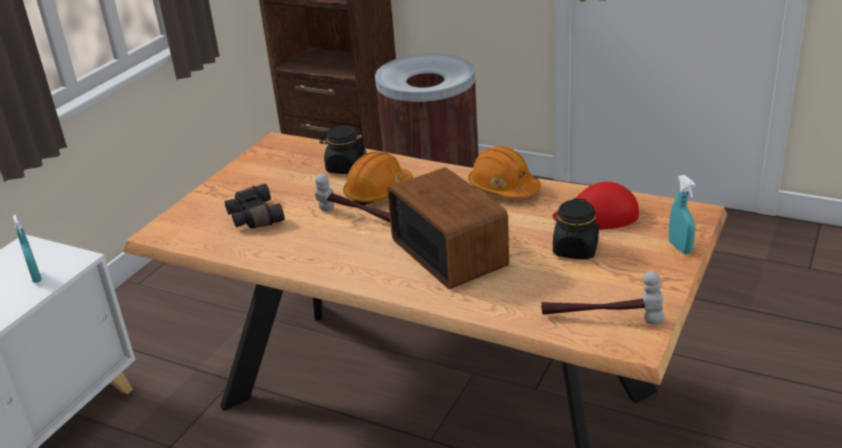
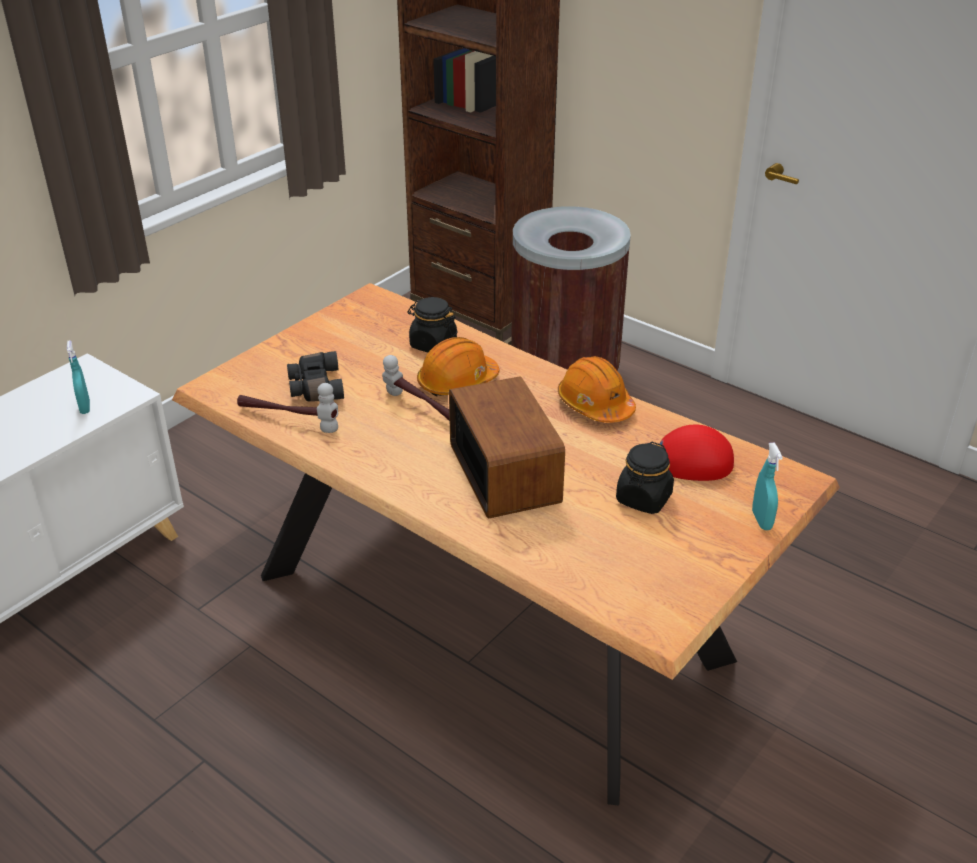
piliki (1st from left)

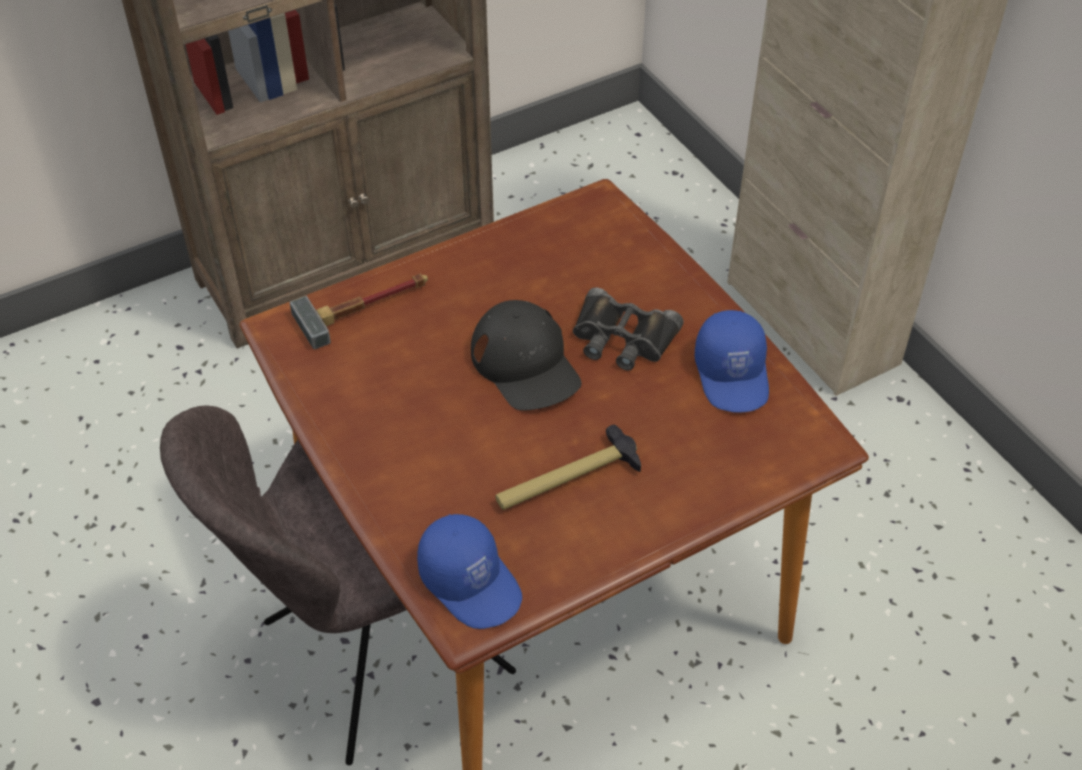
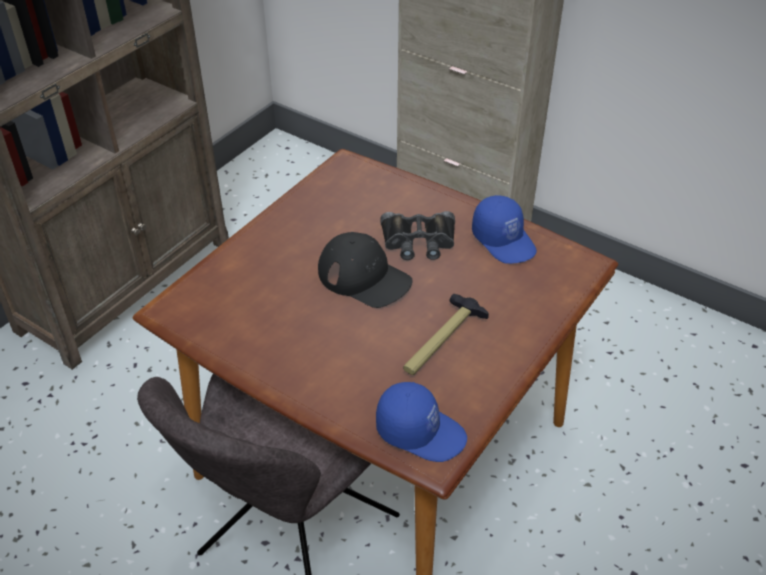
piliki (1st from left in the first image)

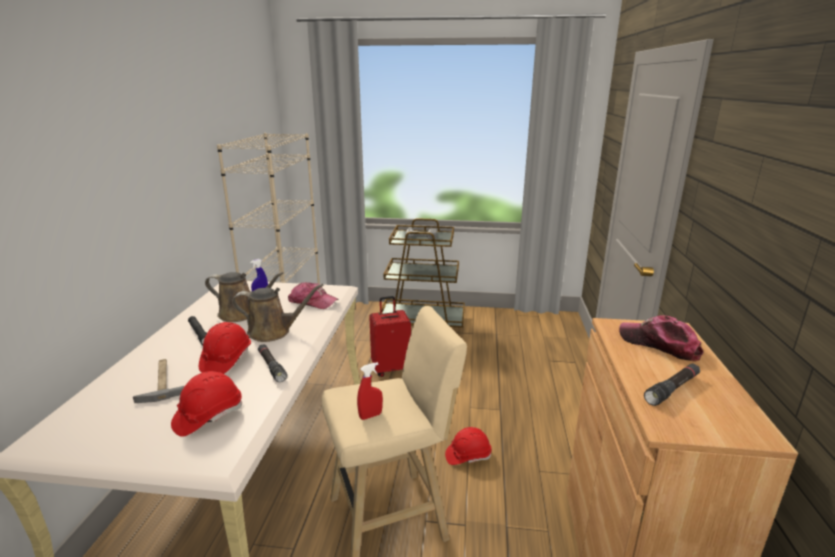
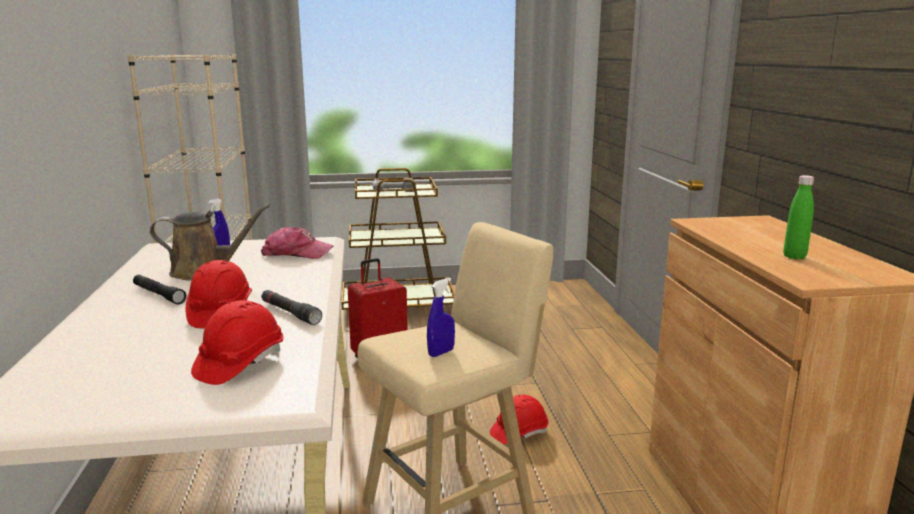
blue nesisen (2nd from left)
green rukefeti
piliki
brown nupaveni (2nd from left in the first image)
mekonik (2nd from left in the first image)

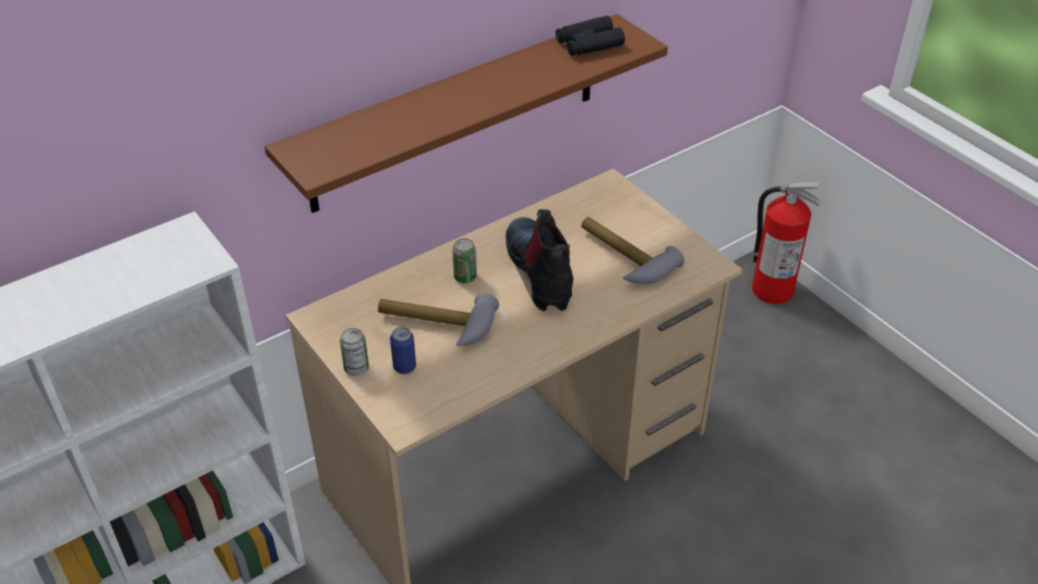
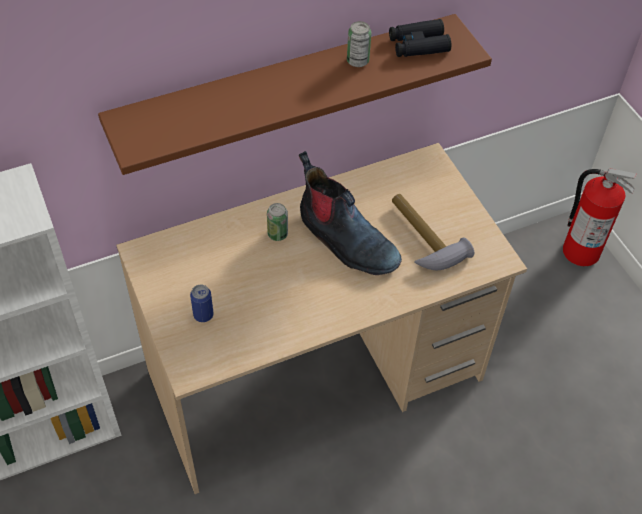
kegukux
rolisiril (3rd from left)
piliki (1st from left in the first image)

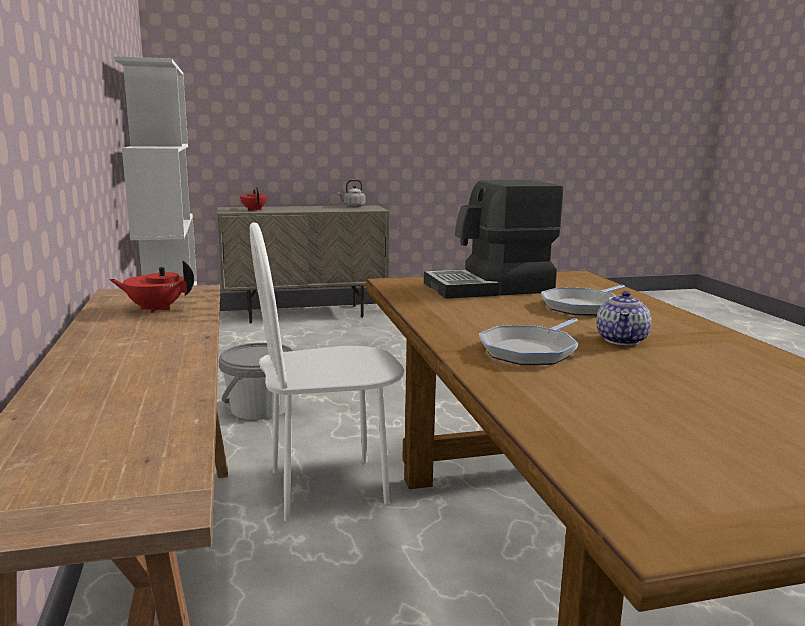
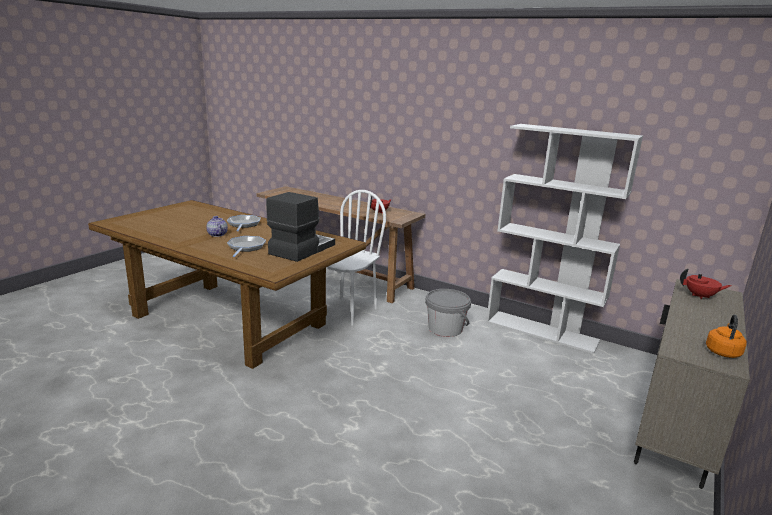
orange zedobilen

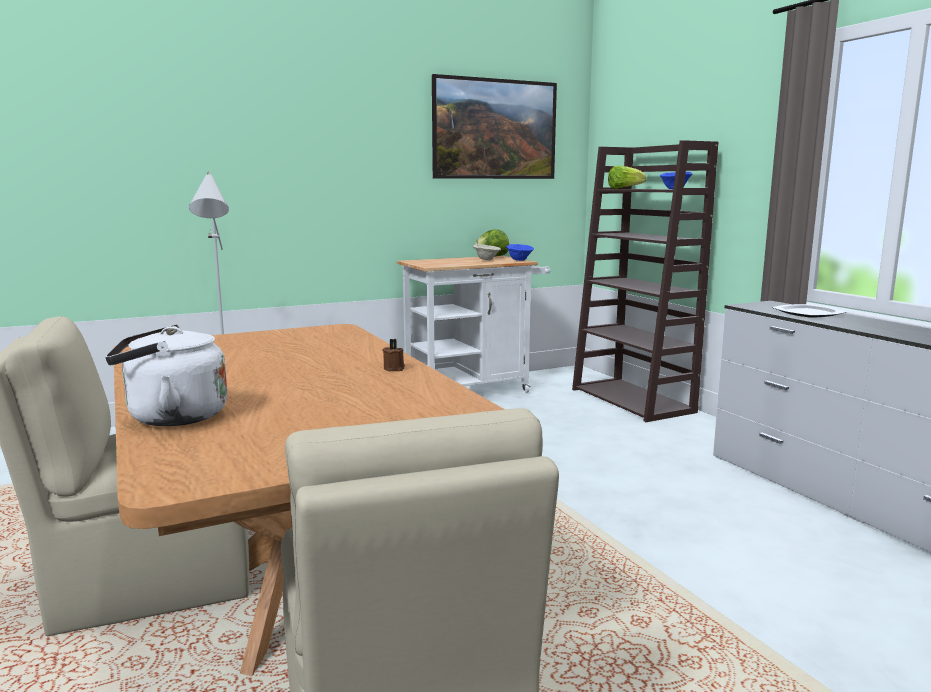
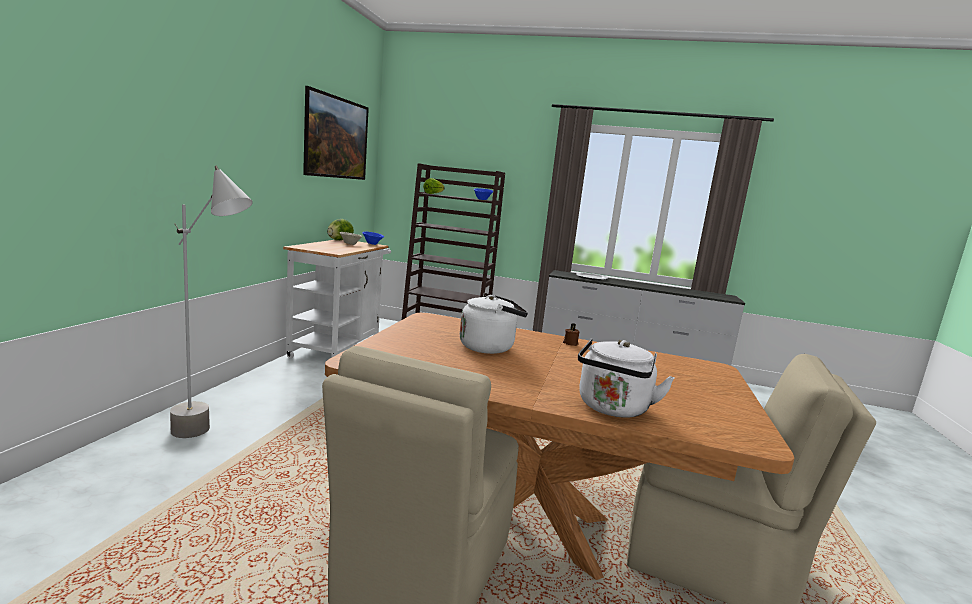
white zedobilen (1st from left)

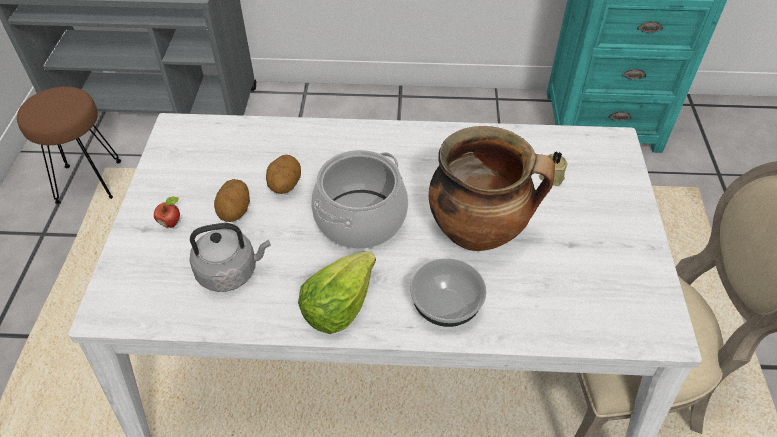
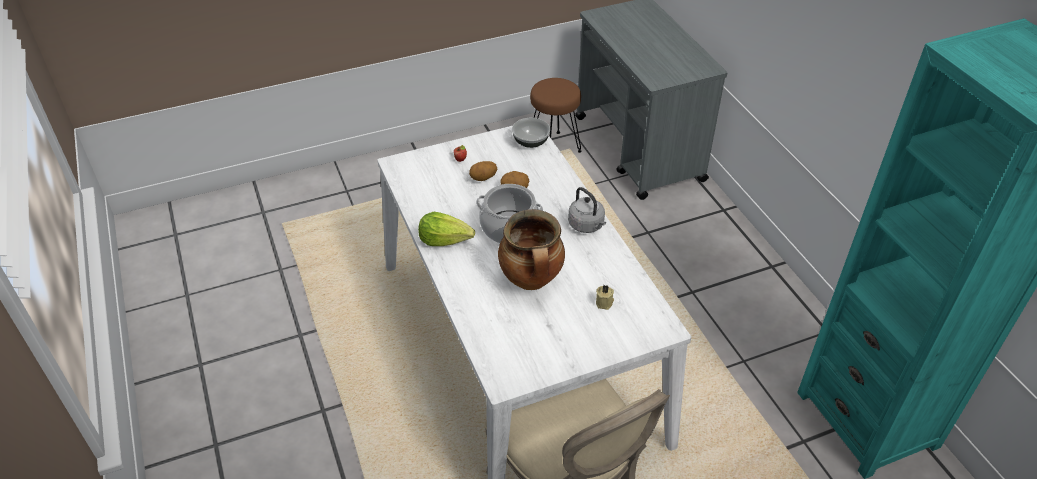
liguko
grey zedobilen

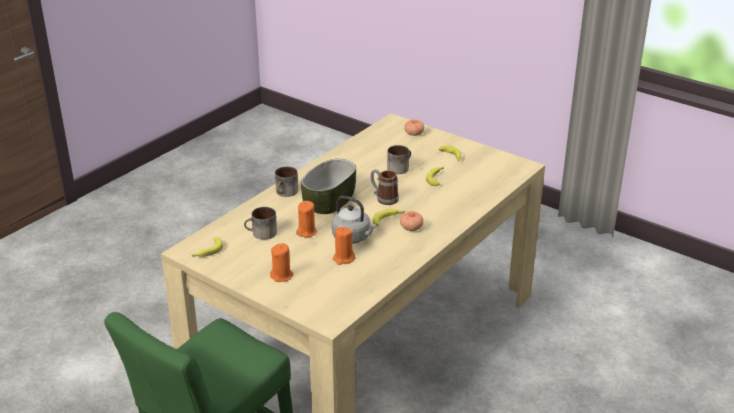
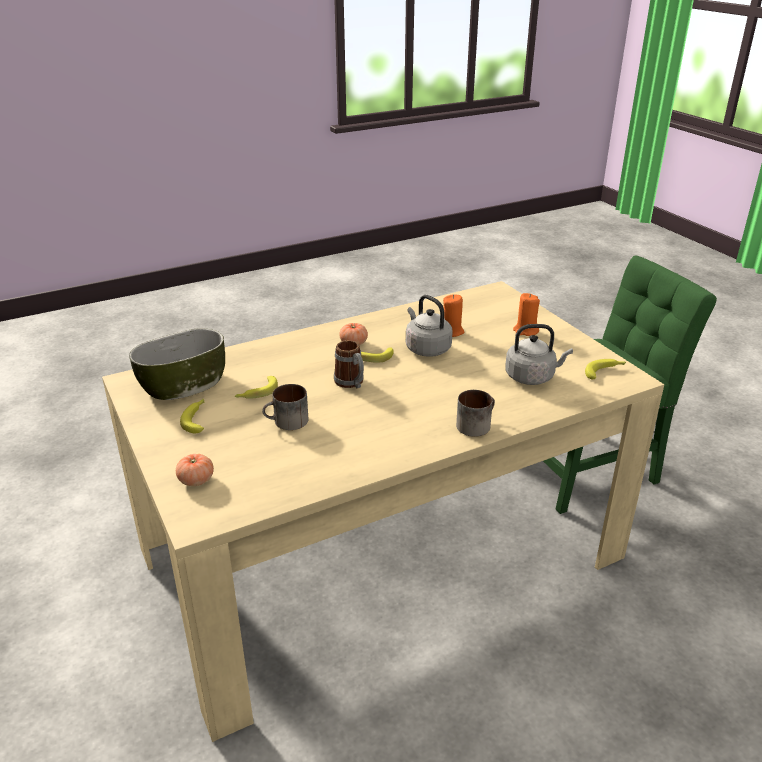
liguko
grey zedobilen (2nd from left)
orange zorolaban (2nd from left in the first image)

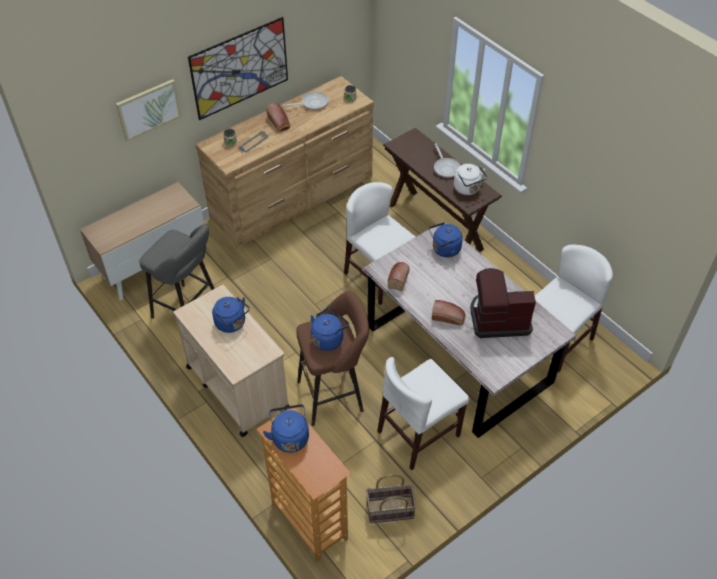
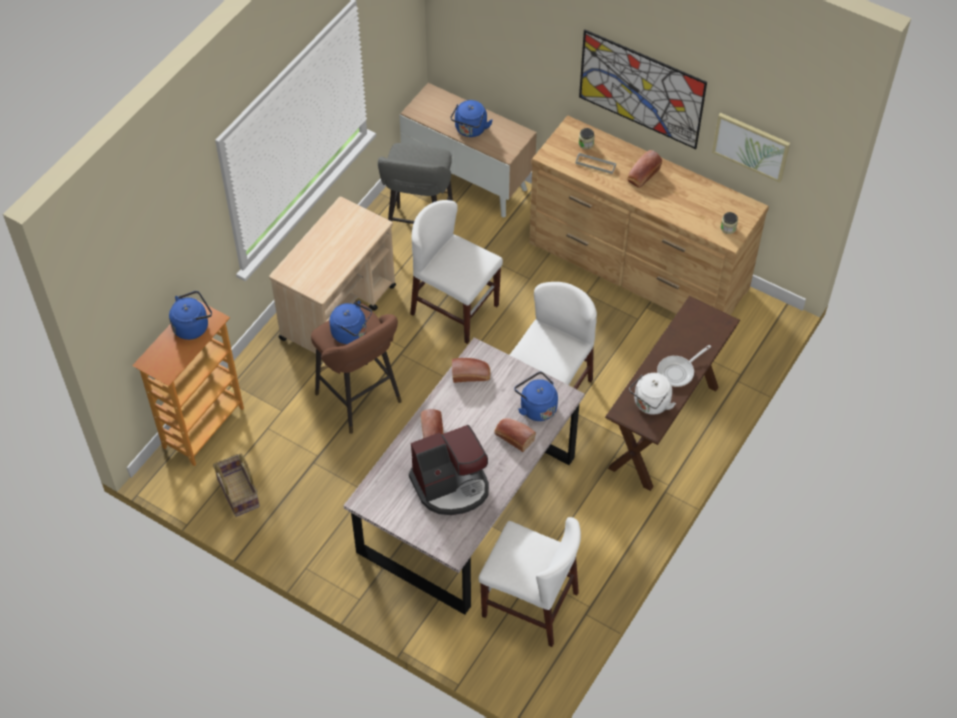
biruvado
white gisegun (1st from left)
blue zedobilen (3rd from left)
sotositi (3rd from left)
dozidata (2nd from left)
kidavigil (1st from left in the first image)

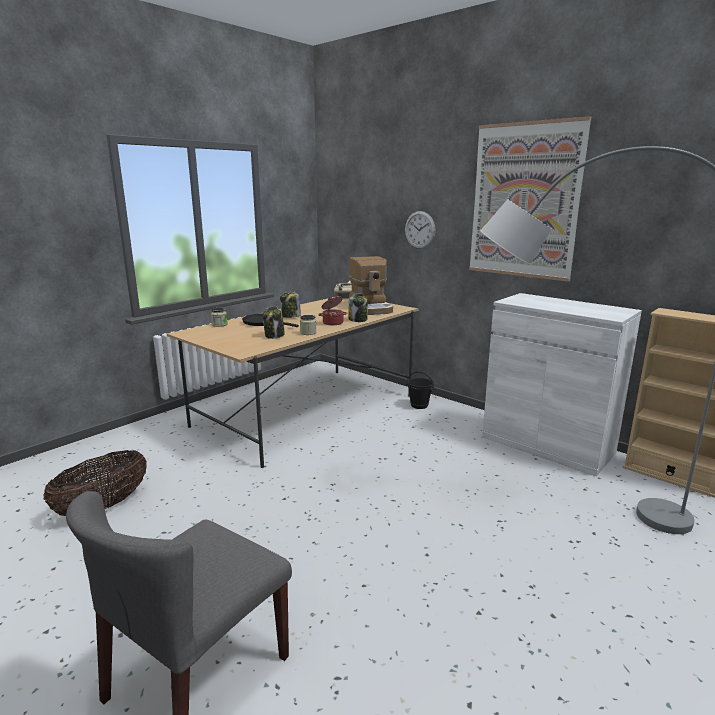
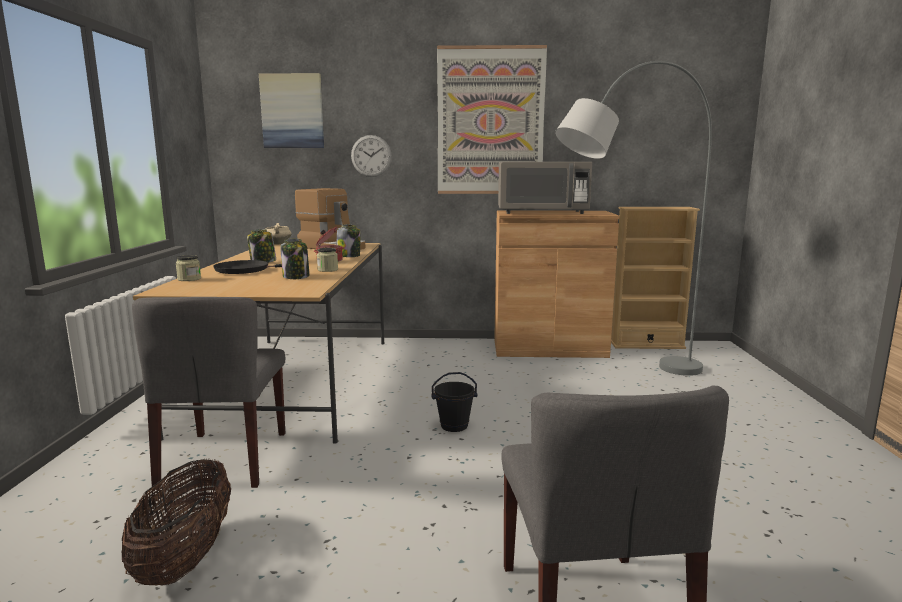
grey gisegun (1st from left)
dozidata (1st from left)
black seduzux
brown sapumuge
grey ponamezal

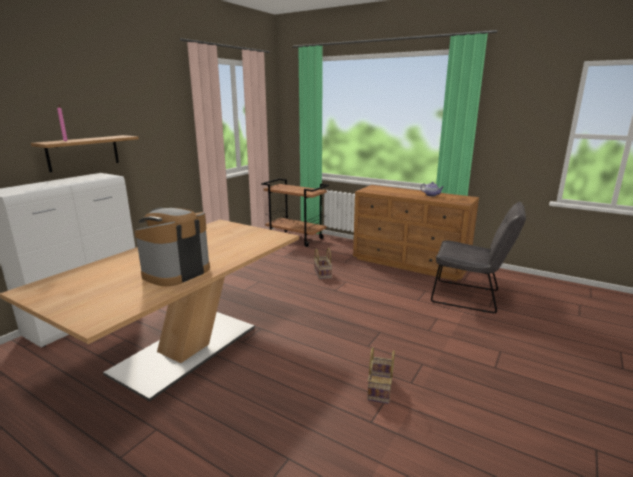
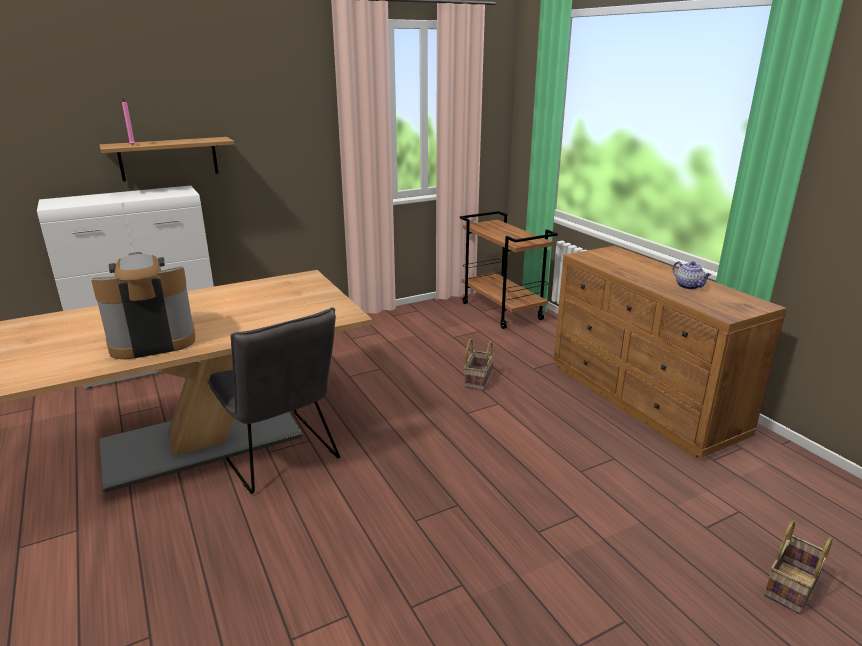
grey gisegun
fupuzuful (2nd from left)

